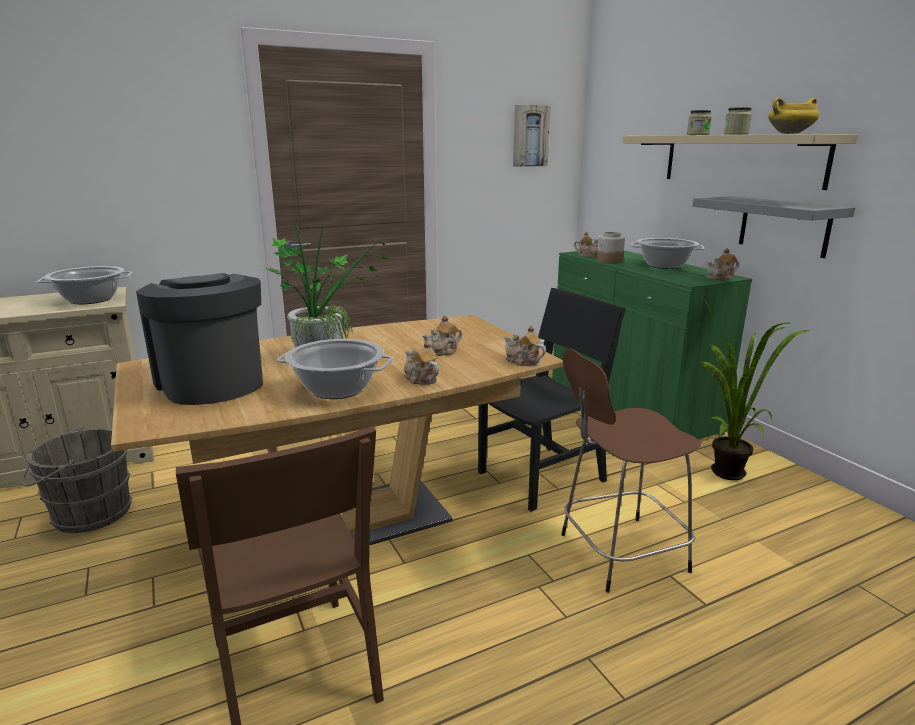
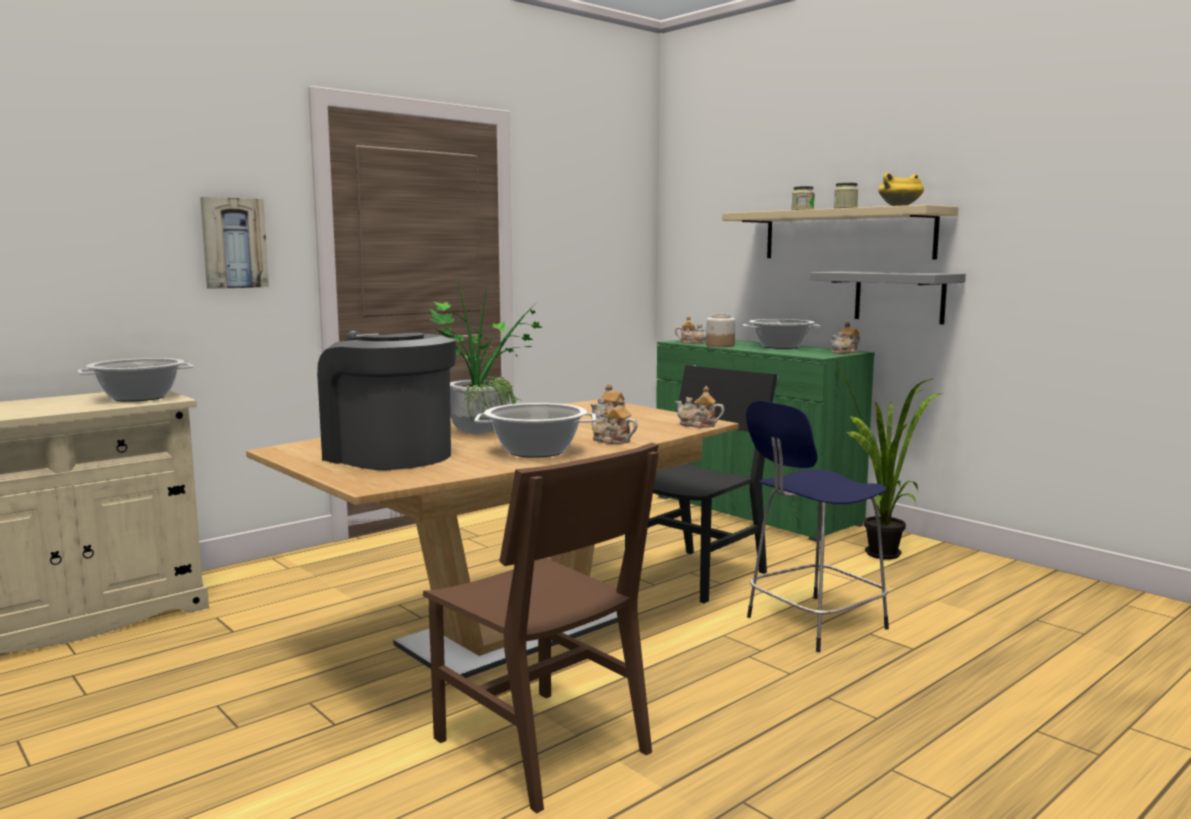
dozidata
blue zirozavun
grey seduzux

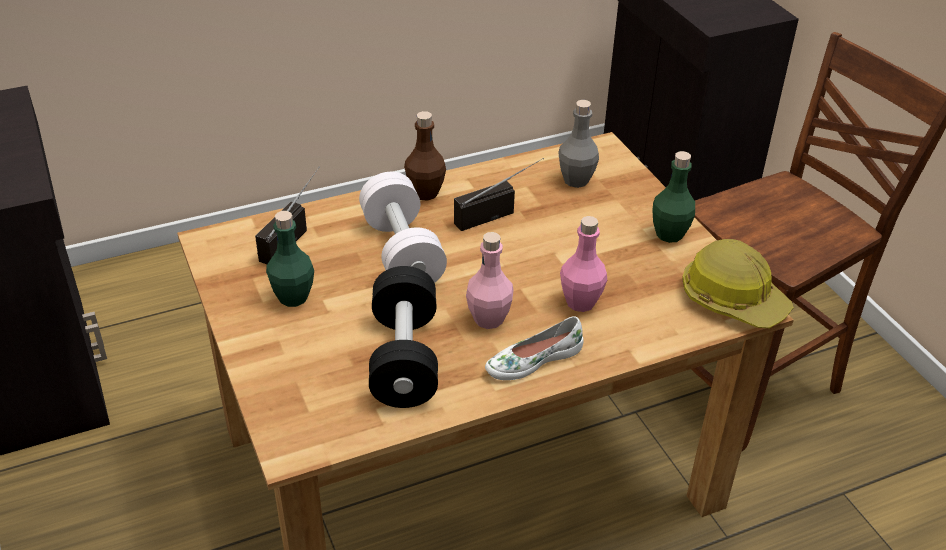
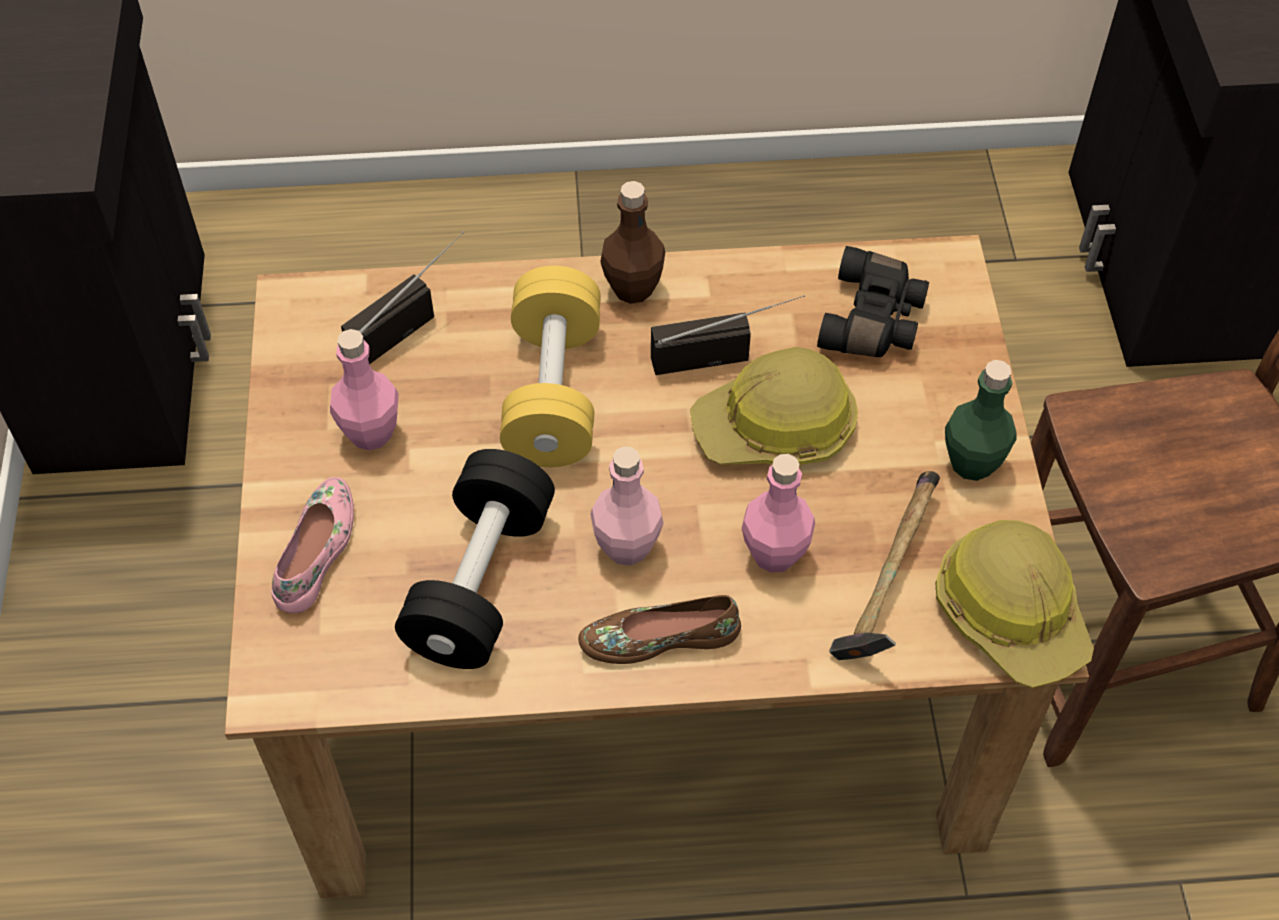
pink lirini
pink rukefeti (1st from left)
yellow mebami
brown lirini
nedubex (1st from left)
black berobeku
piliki

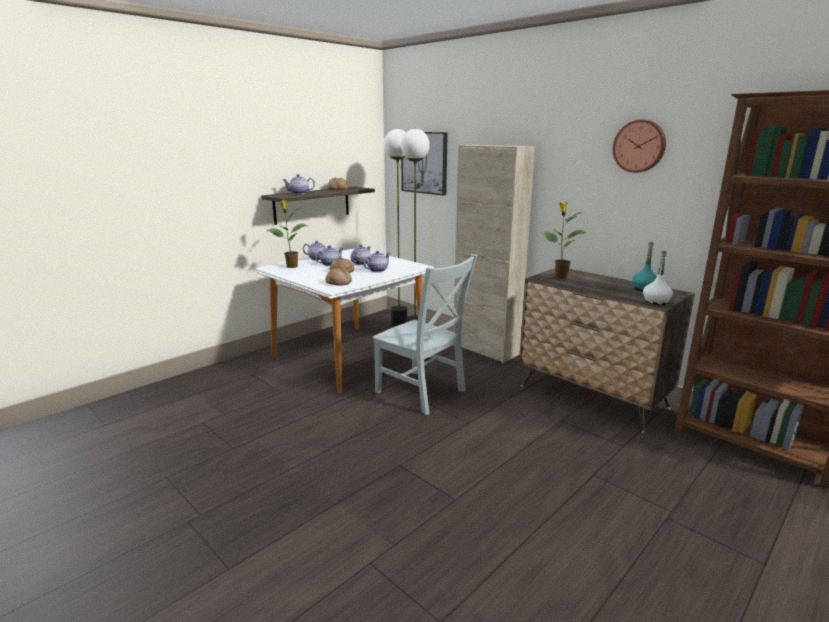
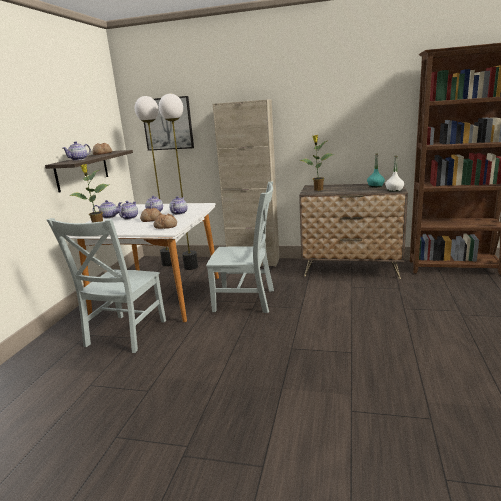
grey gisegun (1st from left)
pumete

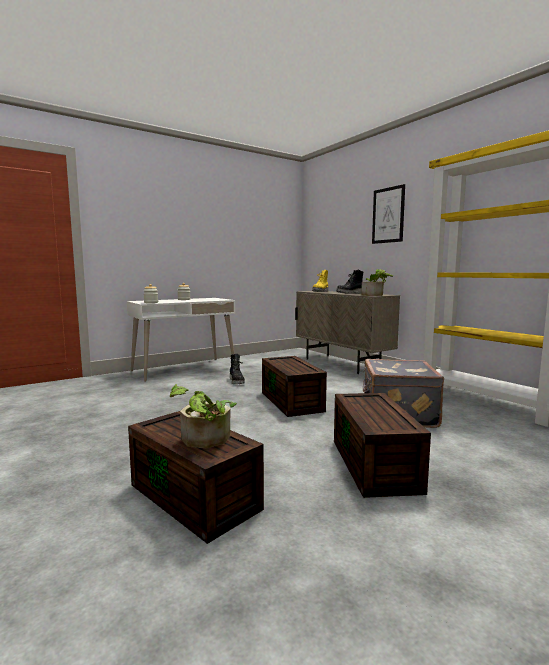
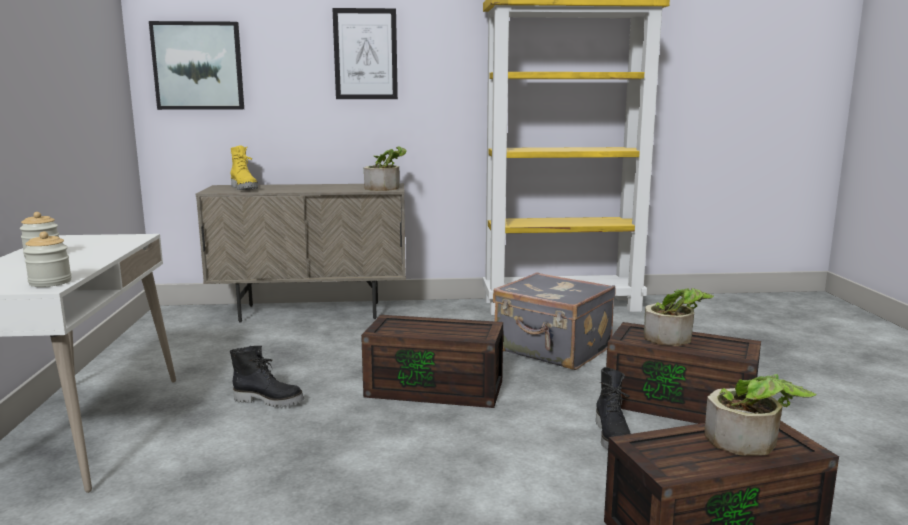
dozidata (1st from left)
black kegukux (2nd from left)
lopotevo (2nd from left)

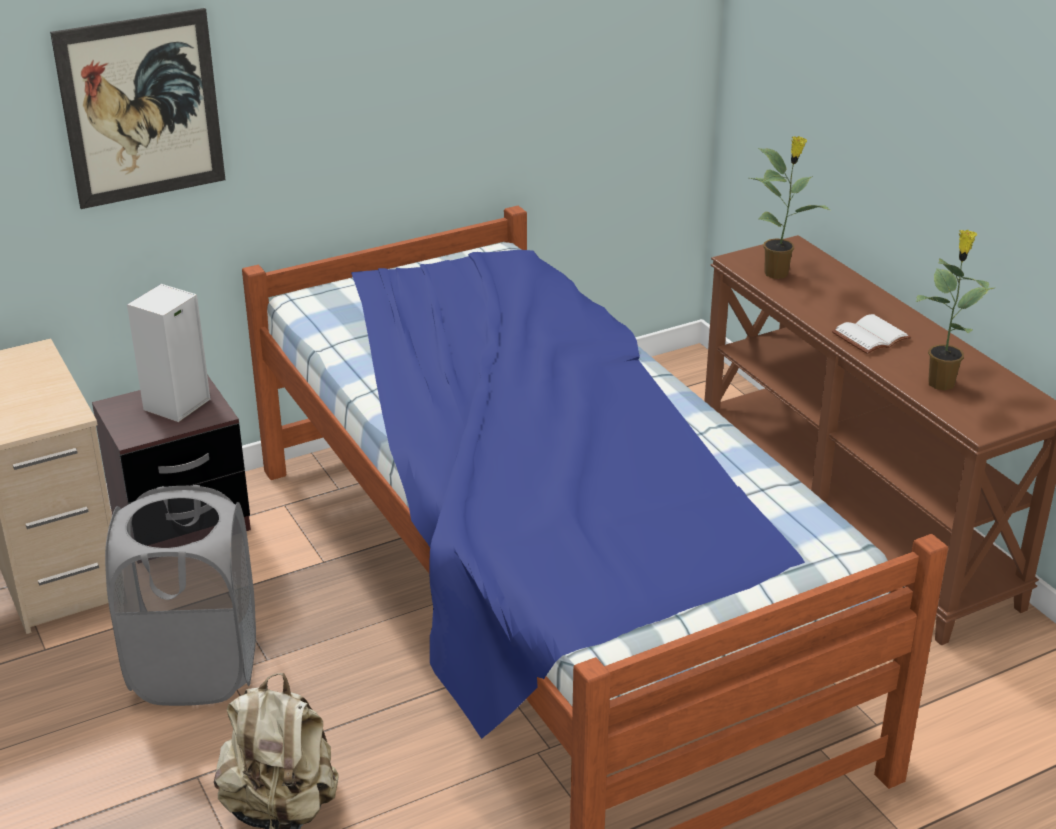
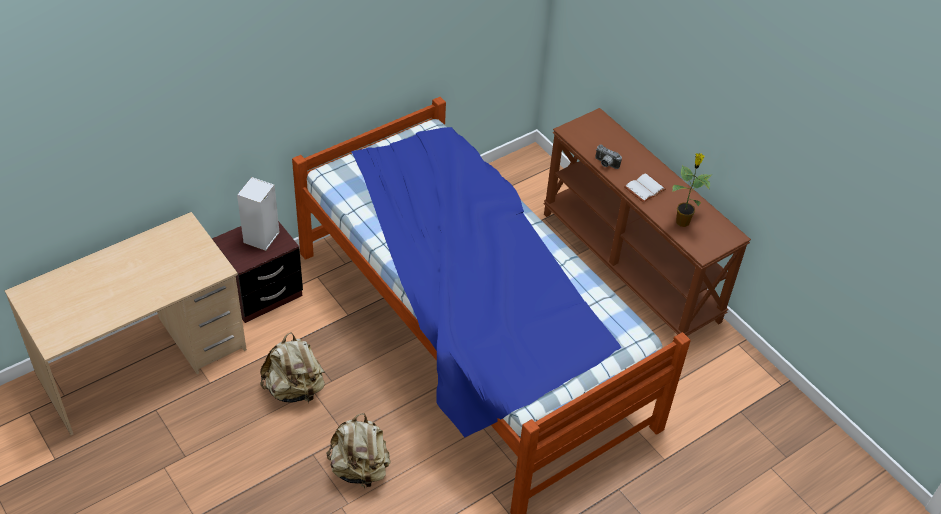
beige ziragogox (1st from left)
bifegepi
dozidata
lopotevo (1st from left in the first image)

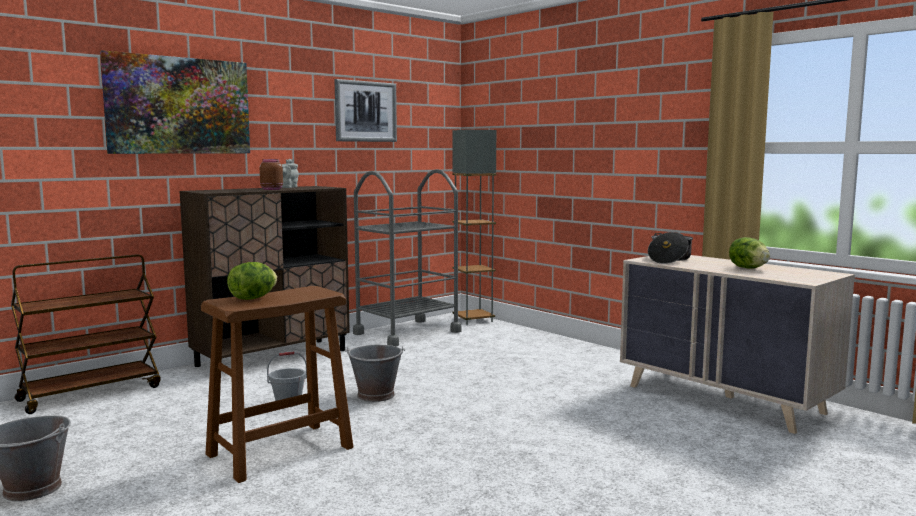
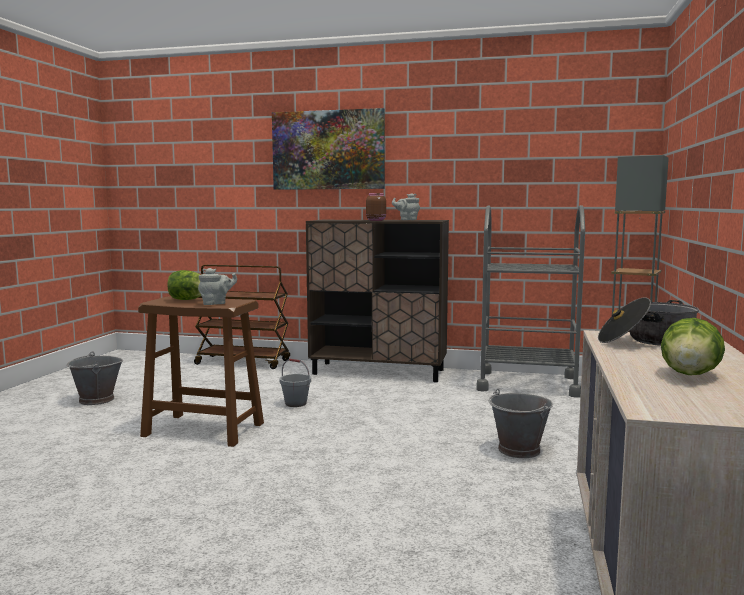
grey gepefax (1st from left)
grey seduzux (3rd from left)
dozidata (2nd from left in the first image)

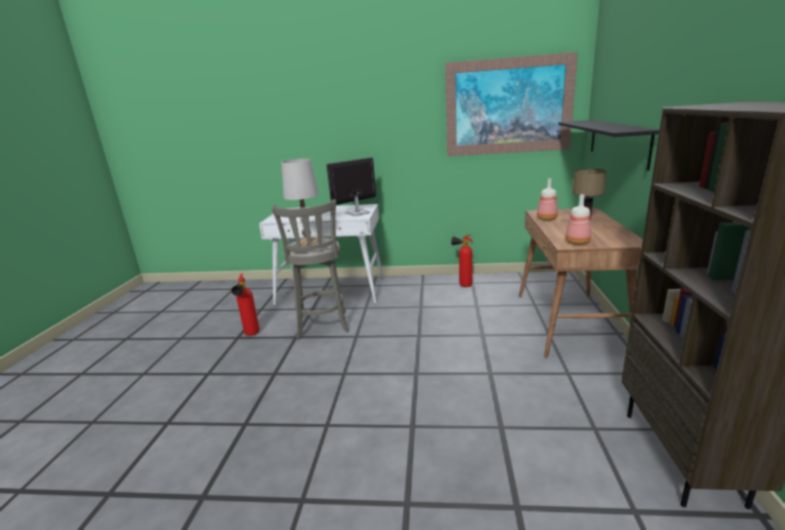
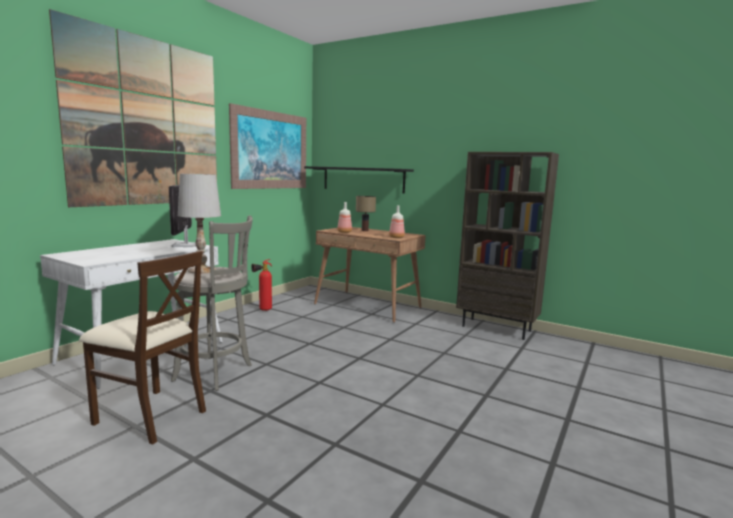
dozidata (1st from left)
beige gisegun

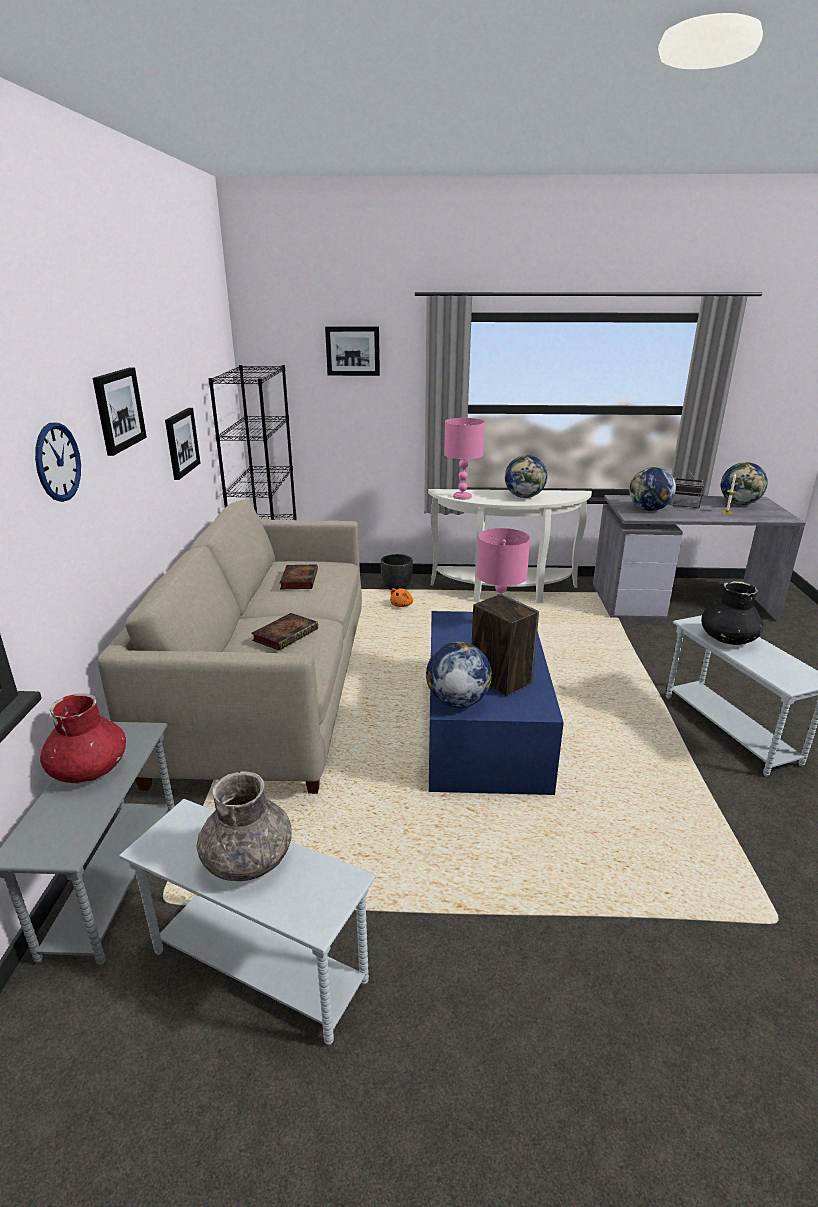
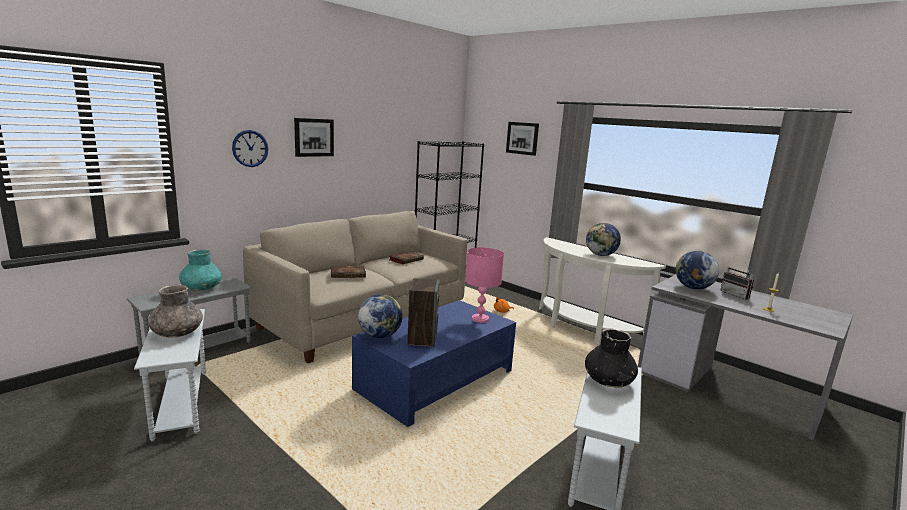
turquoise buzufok
dozidata (2nd from left in the first image)
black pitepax
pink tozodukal (1st from left in the first image)
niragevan (4th from left in the first image)

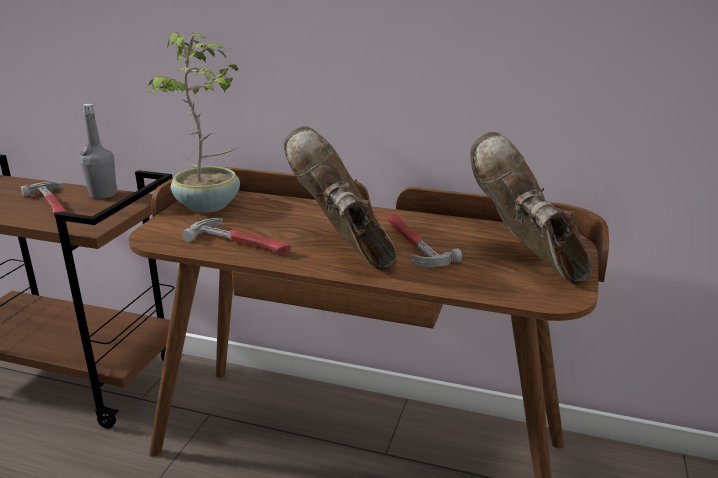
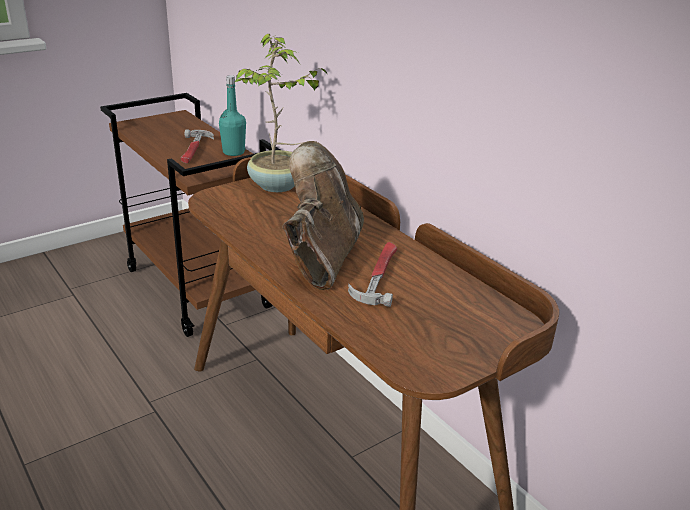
turquoise rukefeti
piliki (2nd from left in the first image)
brown kegukux (2nd from left in the first image)

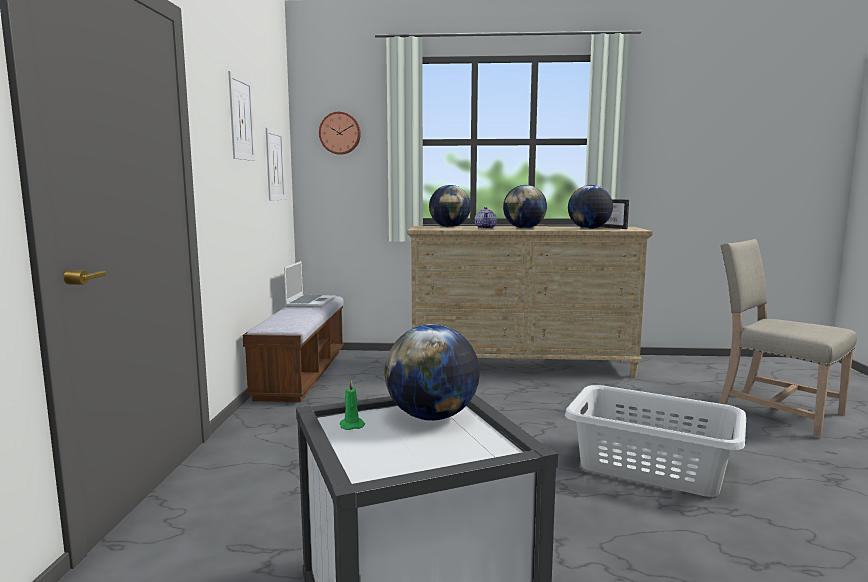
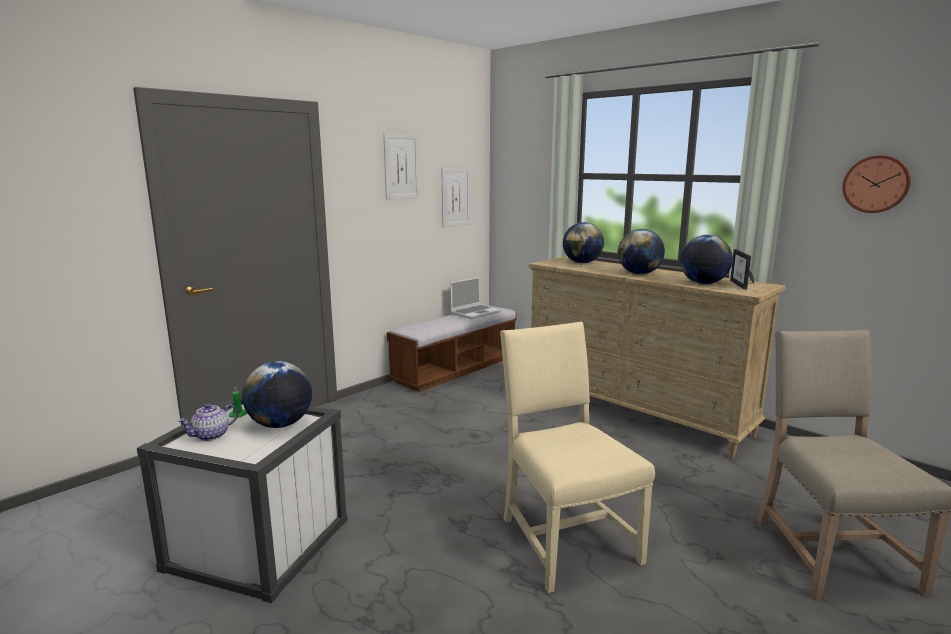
gepefax
beige gisegun (1st from left)
pumete

